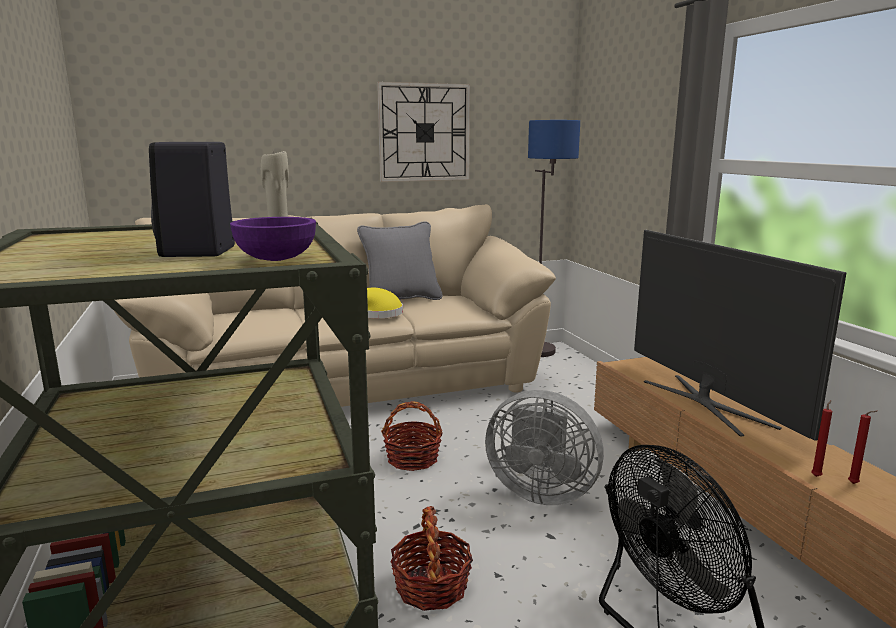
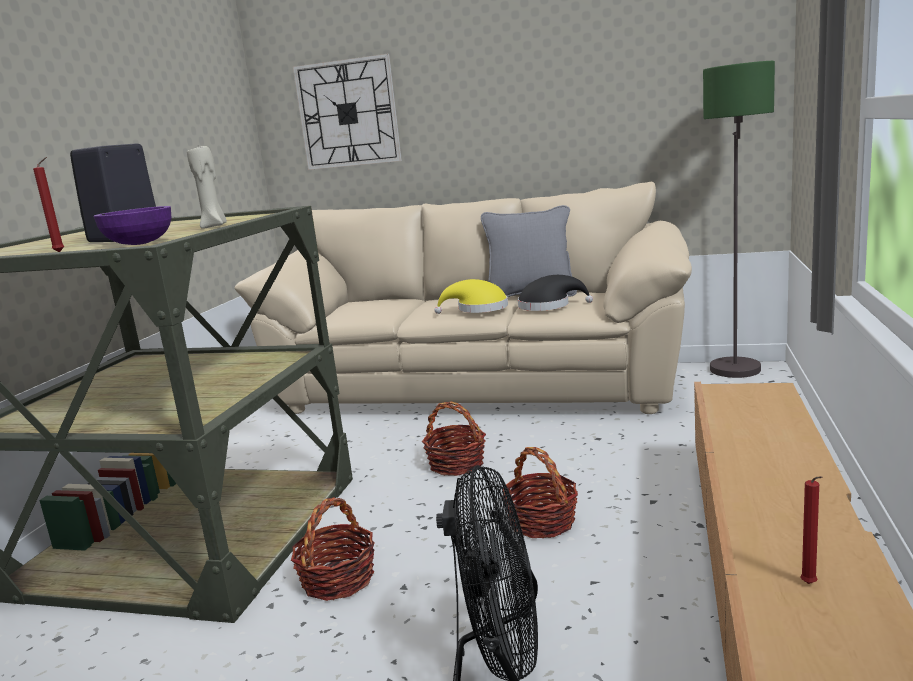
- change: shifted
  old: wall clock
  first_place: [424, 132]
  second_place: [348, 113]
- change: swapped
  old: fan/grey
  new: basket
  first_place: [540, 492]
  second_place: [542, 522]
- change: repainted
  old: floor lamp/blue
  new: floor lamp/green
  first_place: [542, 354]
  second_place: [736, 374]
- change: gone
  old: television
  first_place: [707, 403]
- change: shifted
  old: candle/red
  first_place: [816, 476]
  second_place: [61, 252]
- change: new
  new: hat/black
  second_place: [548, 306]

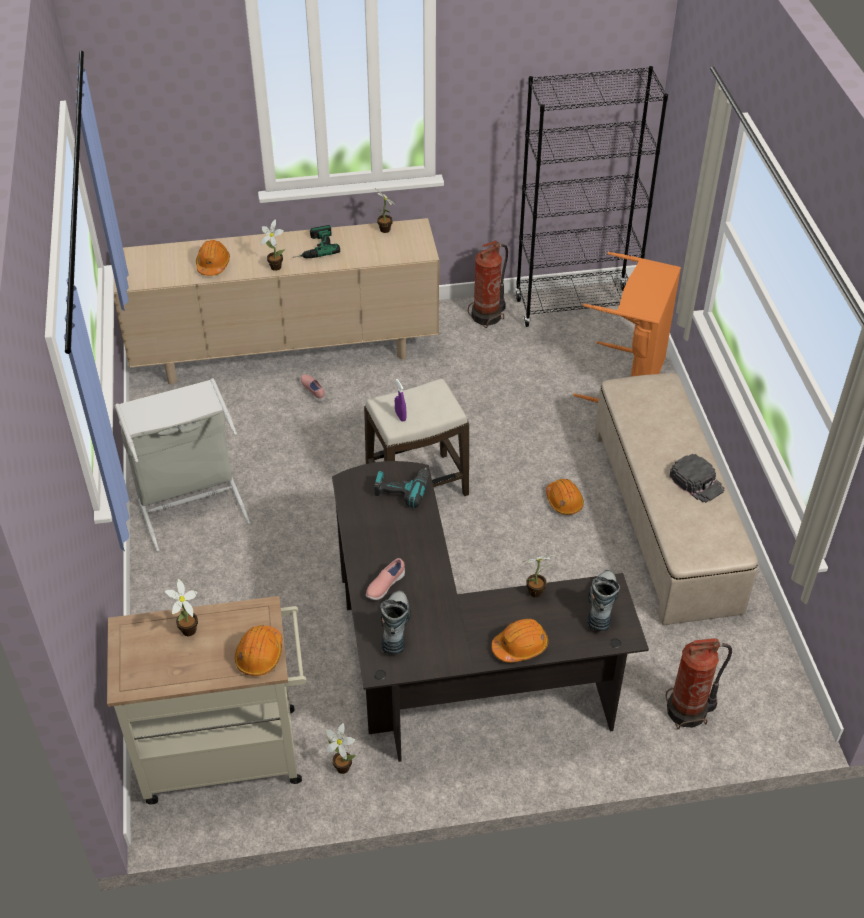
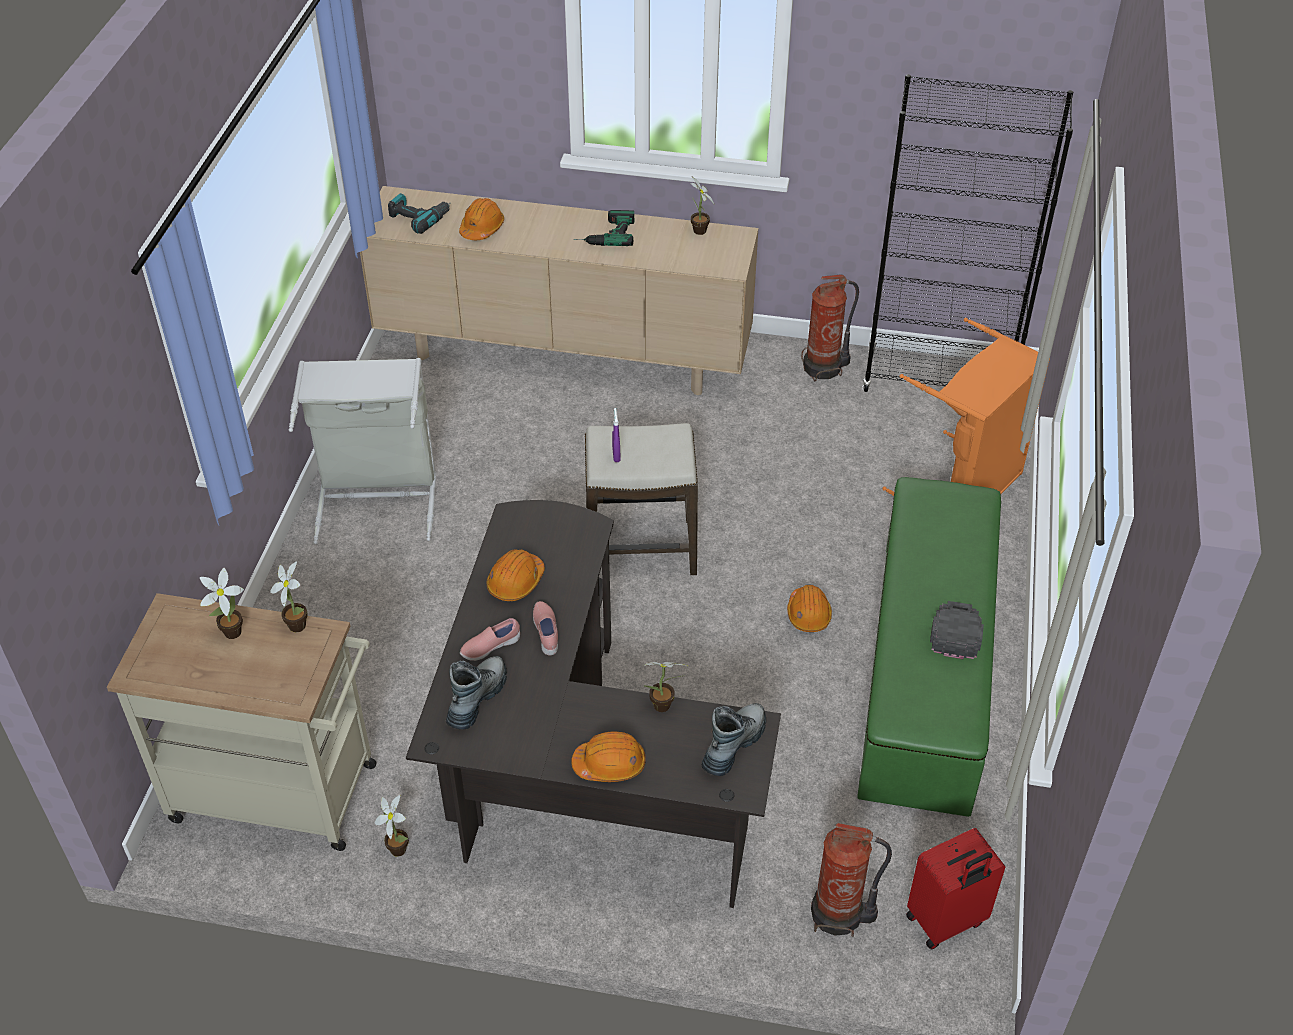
- change: shifted
  old: hard hat/orange
  first_place: [259, 655]
  second_place: [516, 582]
- change: shifted
  old: potted plant
  first_place: [275, 266]
  second_place: [297, 623]
- change: shifted
  old: shoe/pink
  first_place: [313, 391]
  second_place: [547, 633]
- change: shifted
  old: power drill
  first_place: [402, 489]
  second_place: [419, 217]
- change: repainted
  old: bench/beige
  new: bench/green
  first_place: [666, 518]
  second_place: [927, 669]
- change: rotated
  old: cap/black
  first_place: [697, 482]
  second_place: [955, 631]
  degrees: -150
- change: new
  new: suitcase/red
  second_place: [946, 921]

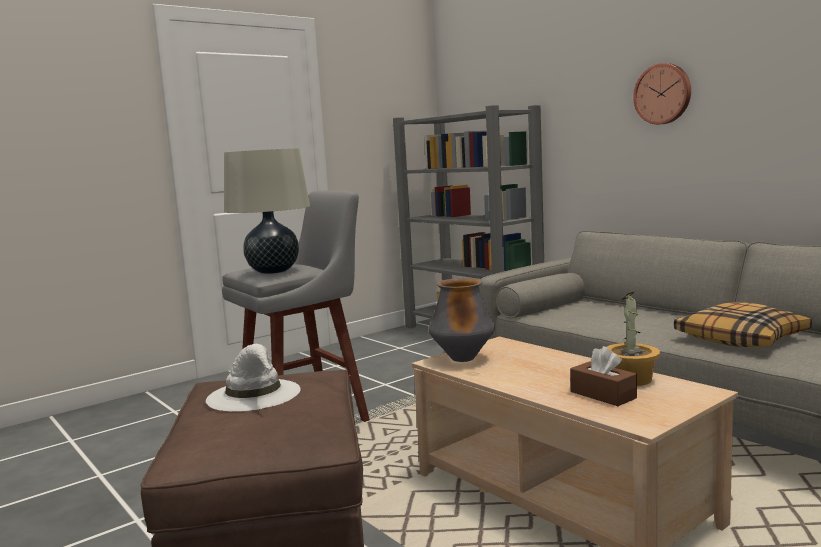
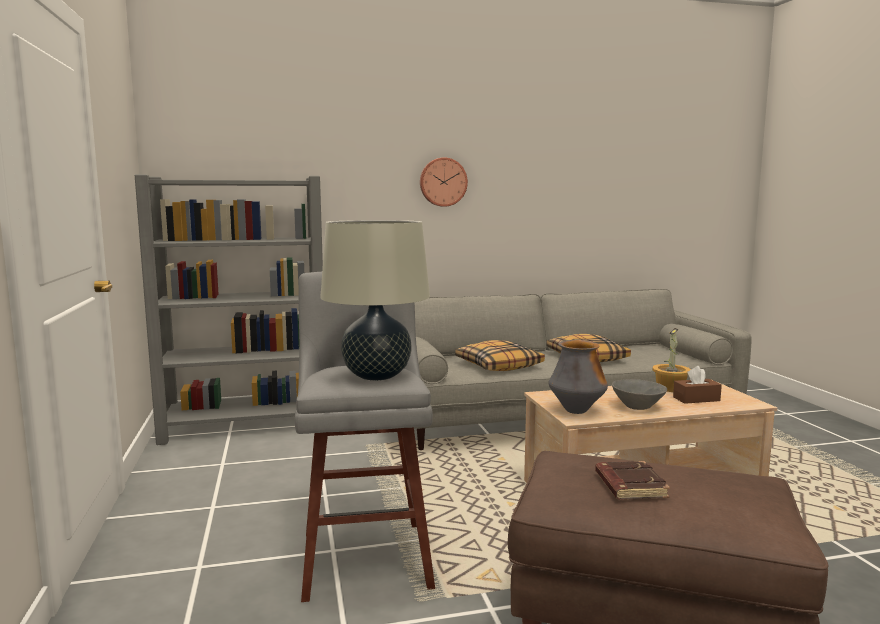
- change: swapped
  old: hat/white
  new: book/brown
  first_place: [254, 395]
  second_place: [629, 485]
- change: new
  new: pillow
  second_place: [498, 365]
- change: new
  new: bowl/grey
  second_place: [638, 407]

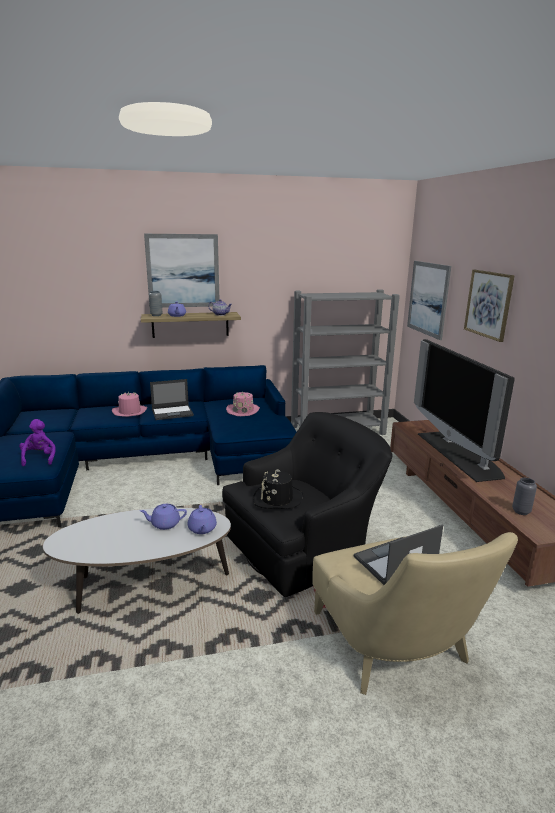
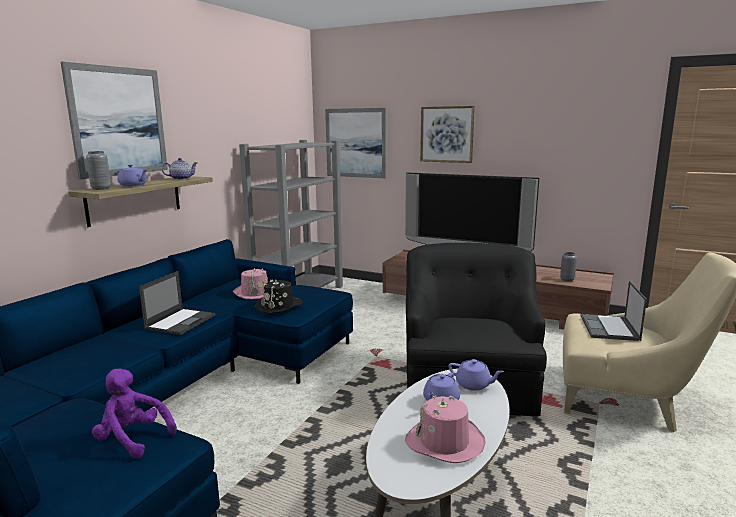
- change: shifted
  old: hat/pink
  first_place: [129, 412]
  second_place: [445, 442]
- change: shifted
  old: hat/black
  first_place: [277, 499]
  second_place: [279, 305]

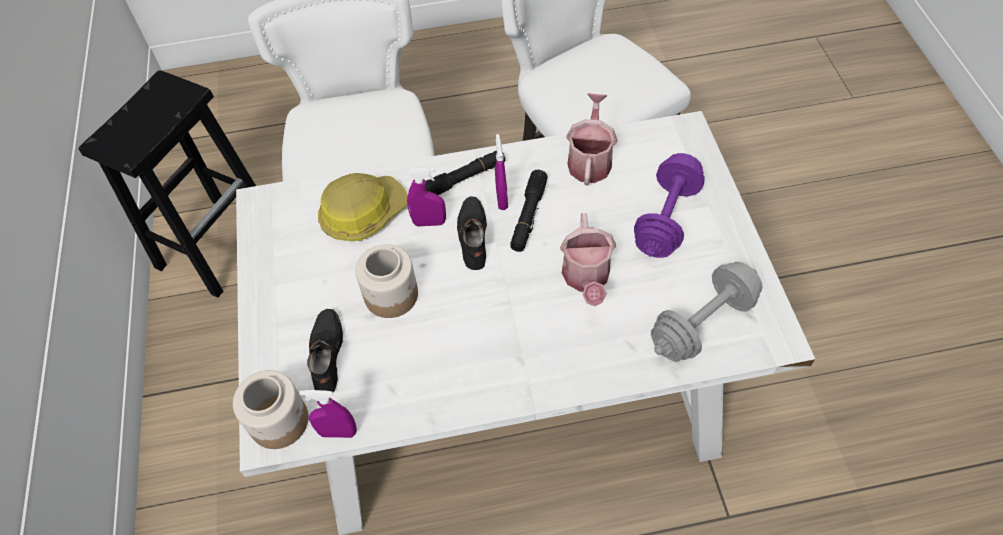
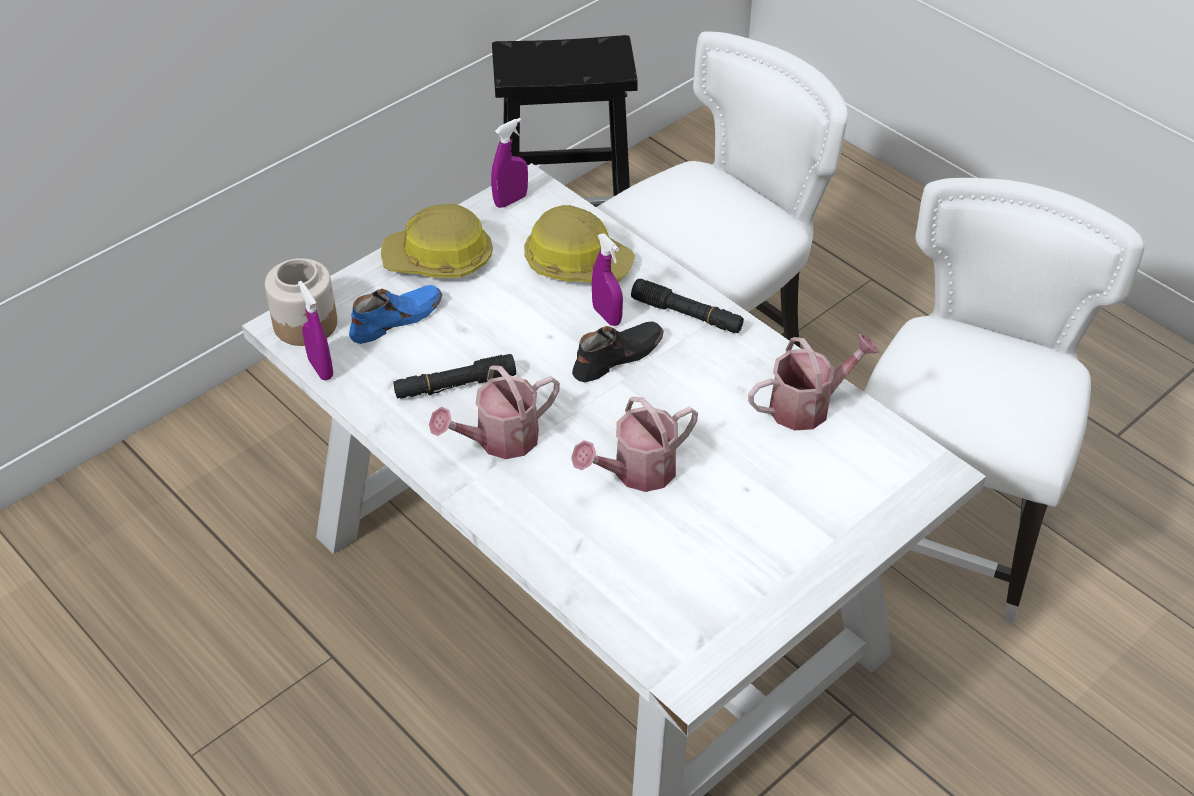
- change: repainted
  old: shoe/black
  new: shoe/blue
  first_place: [326, 354]
  second_place: [395, 319]
- change: gone
  old: jar
  first_place: [392, 295]
- change: shifted
  old: spray bottle/purple
  first_place: [502, 199]
  second_place: [511, 200]
- change: shifted
  old: flashlight/black
  first_place: [528, 216]
  second_place: [455, 385]
- change: gone
  old: dumbbell/purple
  first_place: [666, 219]
- change: gone
  old: dumbbell/grey
  first_place: [702, 323]
- change: new
  new: hard hat
  second_place: [439, 259]
- change: new
  new: watering can
  second_place: [499, 440]

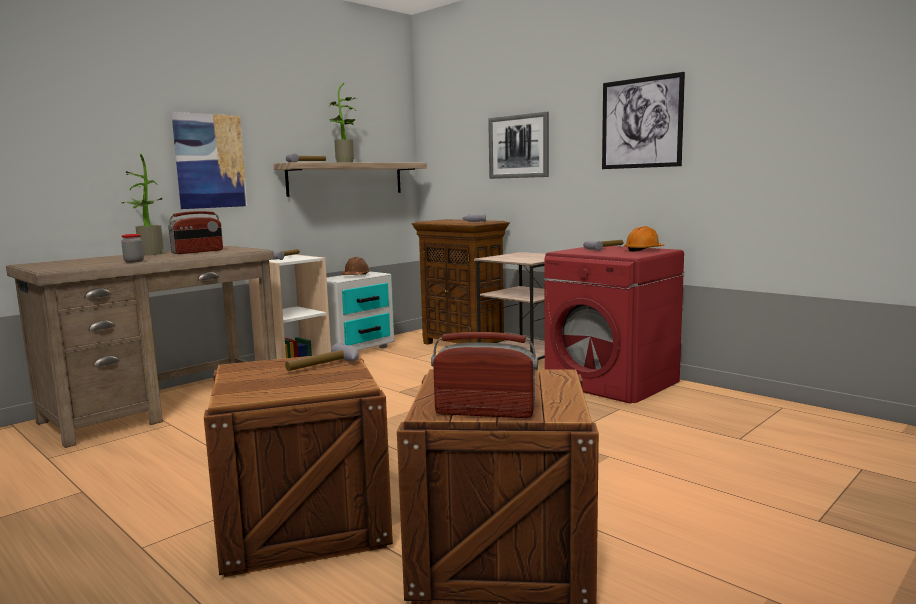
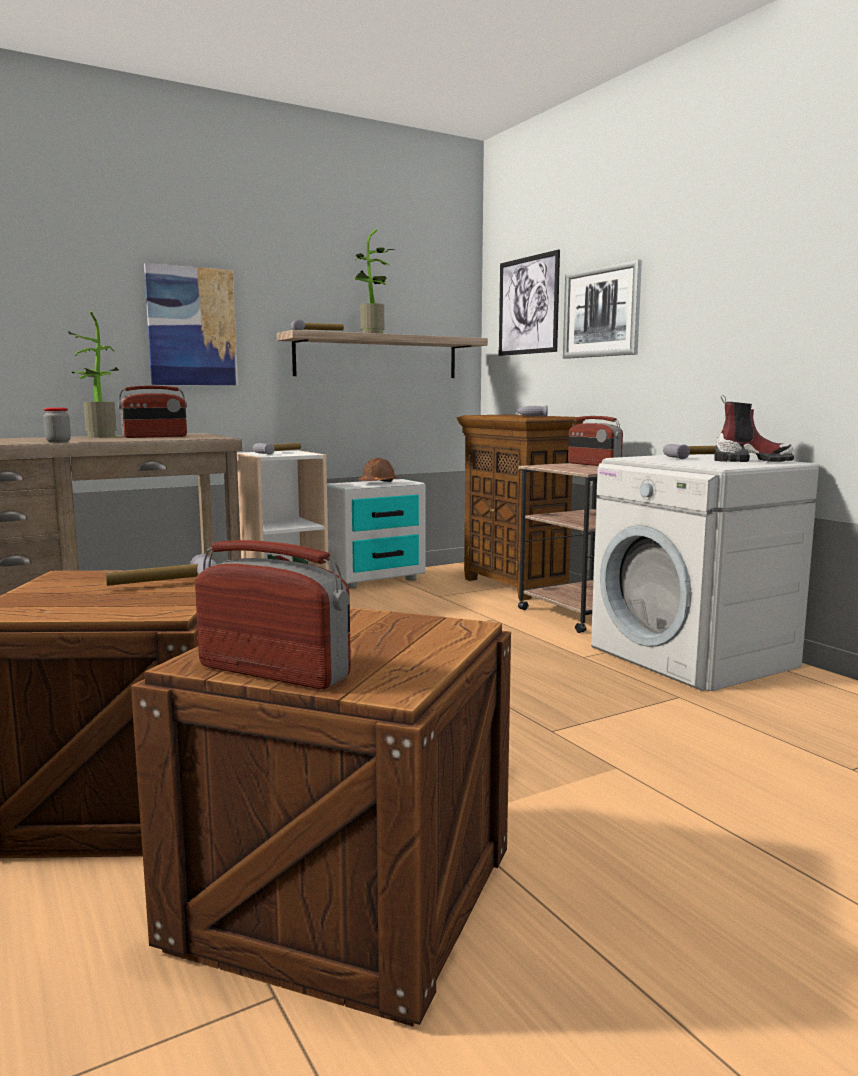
- change: repainted
  old: washing machine/red
  new: washing machine/white
  first_place: [610, 383]
  second_place: [689, 657]
- change: shifted
  old: picture
  first_place: [641, 123]
  second_place: [528, 305]
- change: swapped
  old: hard hat/orange
  new: boot
  first_place: [643, 250]
  second_place: [752, 461]
- change: new
  new: radio
  second_place: [593, 464]

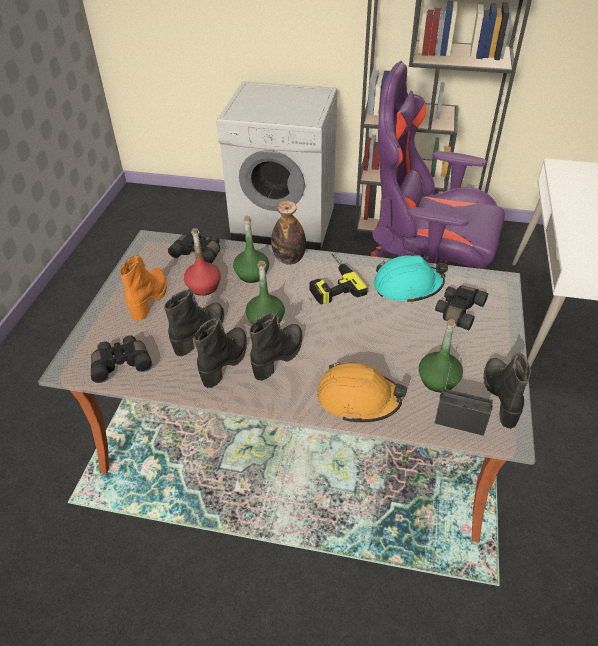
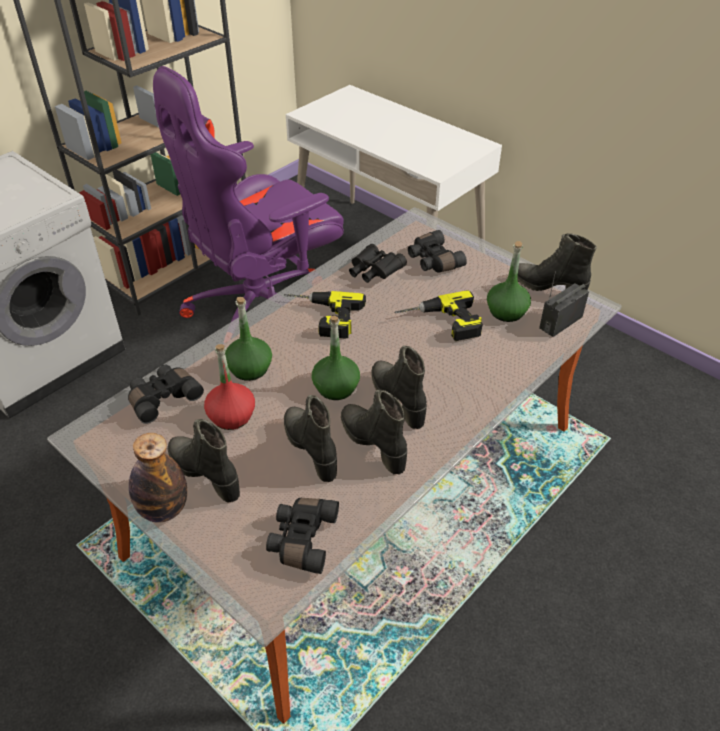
- change: repainted
  old: boot/orange
  new: boot/black
  first_place: [150, 298]
  second_place: [205, 473]
- change: shifted
  old: bottle
  first_place: [289, 259]
  second_place: [163, 509]
- change: gone
  old: hard hat/orange
  first_place: [358, 399]
- change: swapped
  old: hard hat/turquoise
  new: binoculars/black
  first_place: [407, 286]
  second_place: [374, 273]
- change: new
  new: power drill
  second_place: [440, 324]

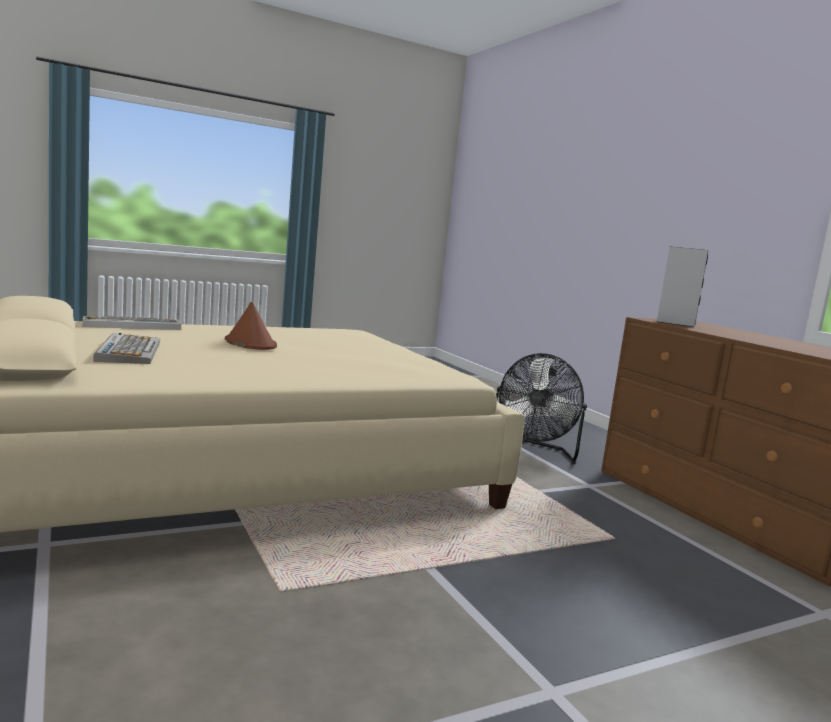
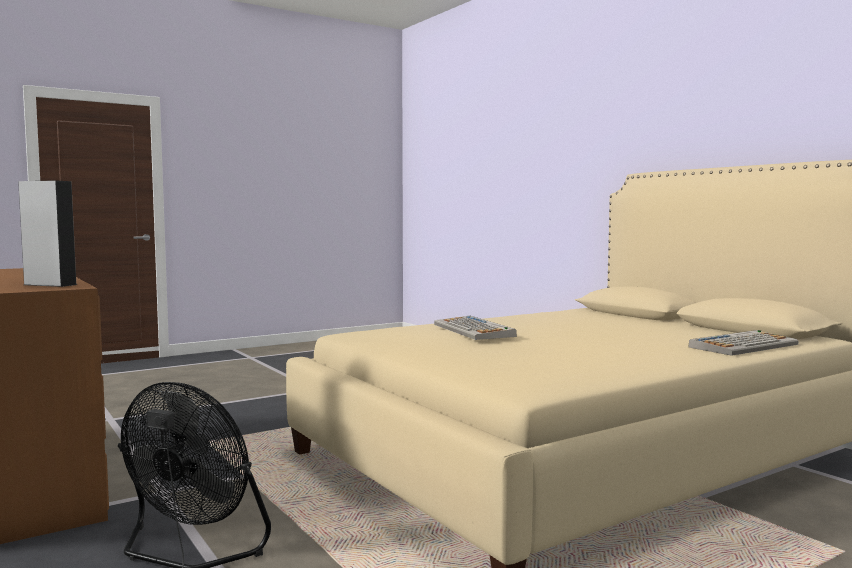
- change: shifted
  old: keyboard
  first_place: [128, 351]
  second_place: [474, 330]
- change: gone
  old: hat/brown
  first_place: [250, 343]

